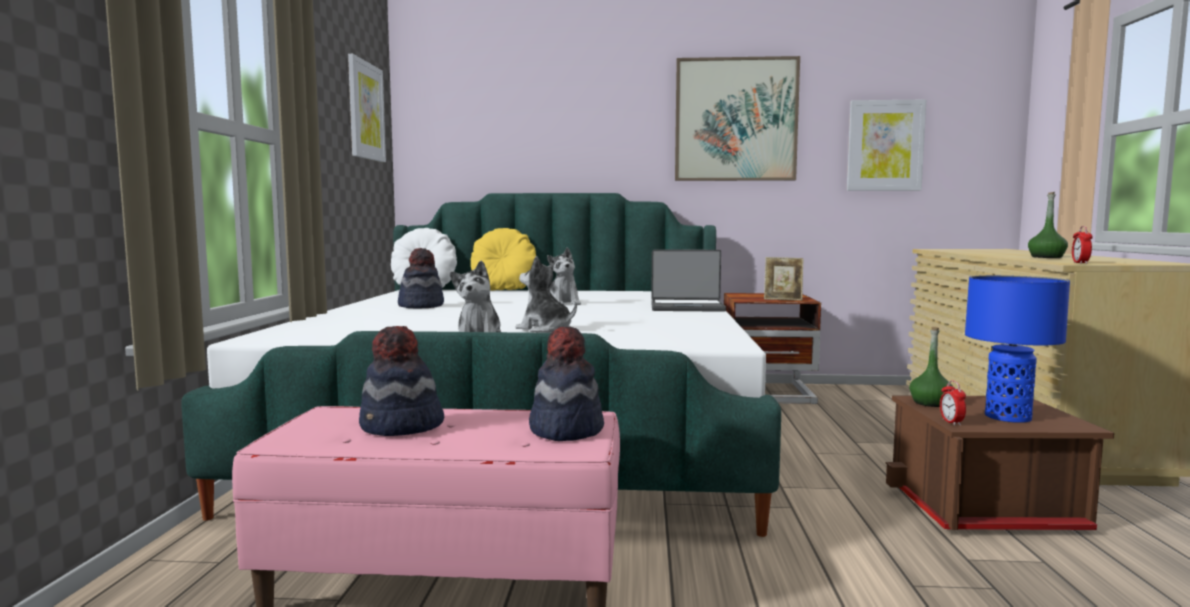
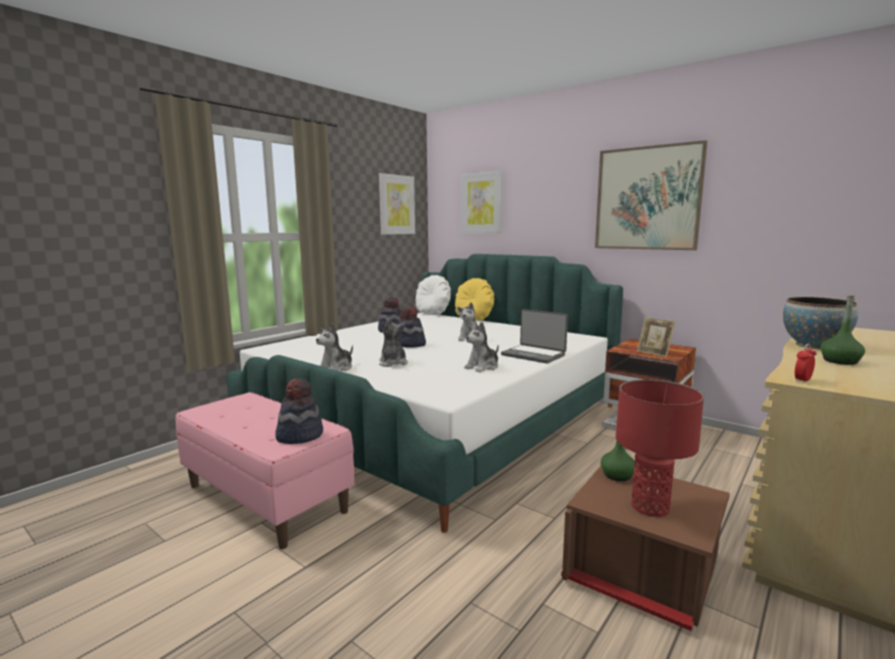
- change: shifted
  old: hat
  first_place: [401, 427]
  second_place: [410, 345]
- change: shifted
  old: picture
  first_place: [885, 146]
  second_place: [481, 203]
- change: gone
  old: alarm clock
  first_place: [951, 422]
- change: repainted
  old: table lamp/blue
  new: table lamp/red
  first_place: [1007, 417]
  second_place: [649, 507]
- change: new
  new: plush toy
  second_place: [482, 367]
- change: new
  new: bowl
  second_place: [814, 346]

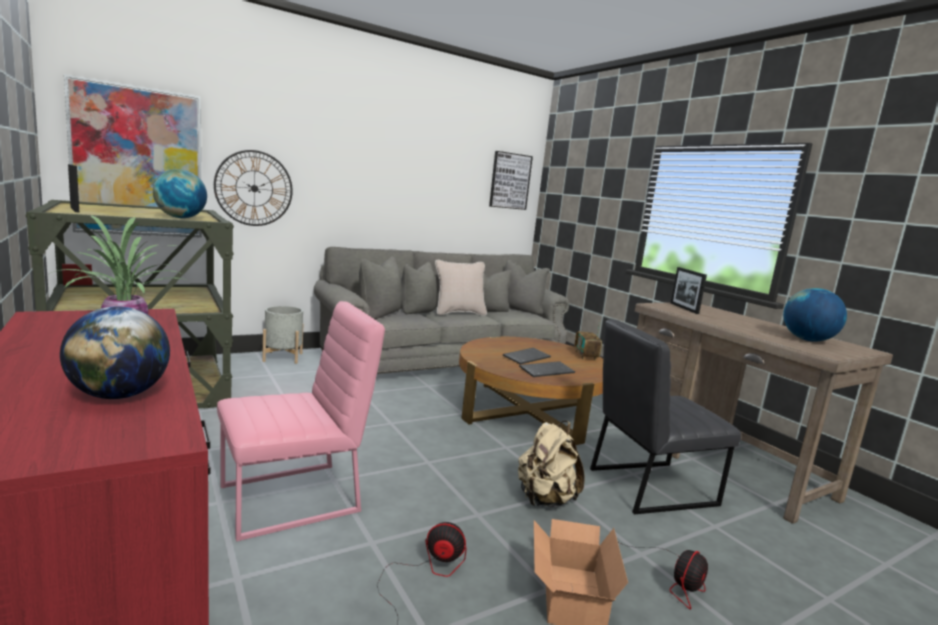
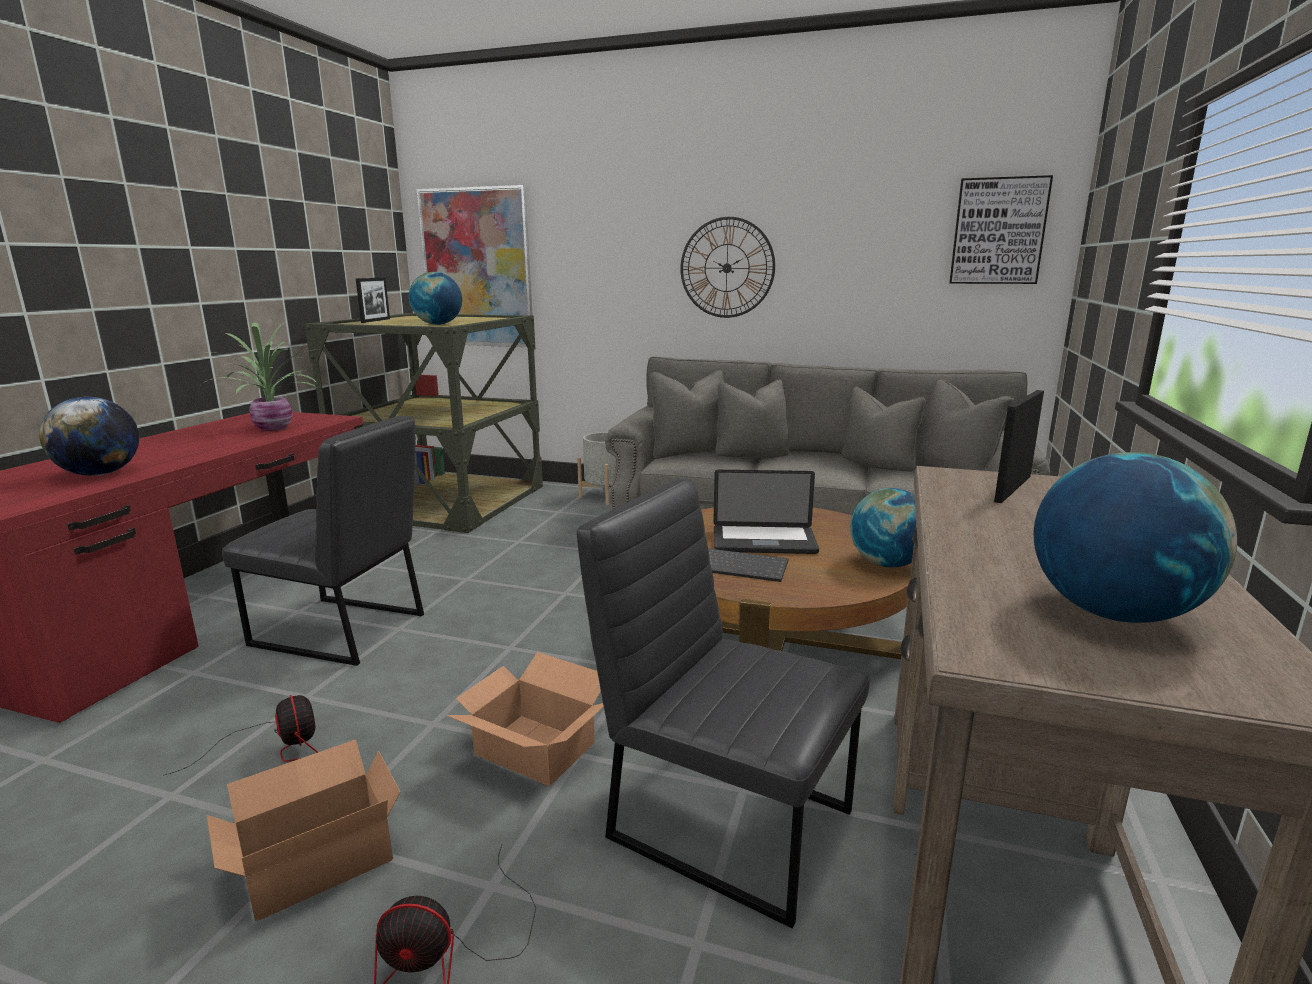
- change: shifted
  old: wall clock
  first_place: [254, 188]
  second_place: [727, 268]
- change: repainted
  old: chair/pink
  new: chair/grey
  first_place: [294, 498]
  second_place: [342, 630]
- change: gone
  old: pillow/beige
  first_place: [458, 313]
- change: swapped
  old: keyboard
  new: laptop
  first_place: [526, 357]
  second_place: [764, 542]
- change: swapped
  old: backpack/beige
  new: cardboard box
  first_place: [545, 500]
  second_place: [535, 750]
- change: swapped
  old: radio
  new: globe
  first_place: [585, 356]
  second_place: [887, 564]

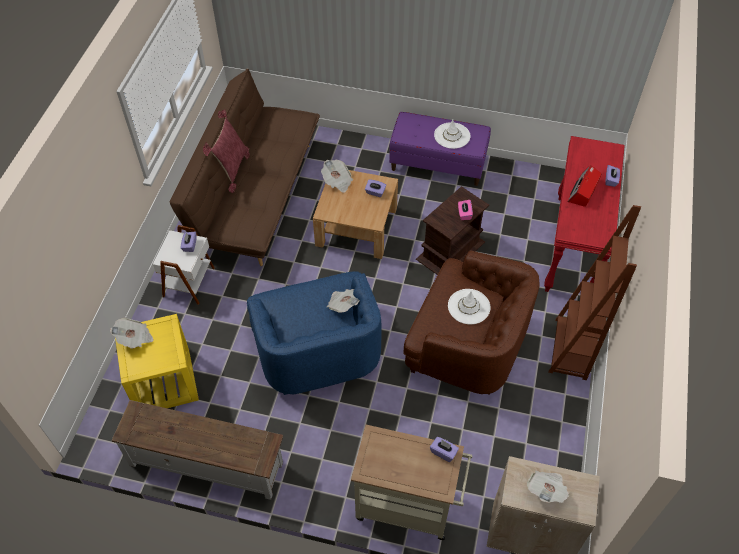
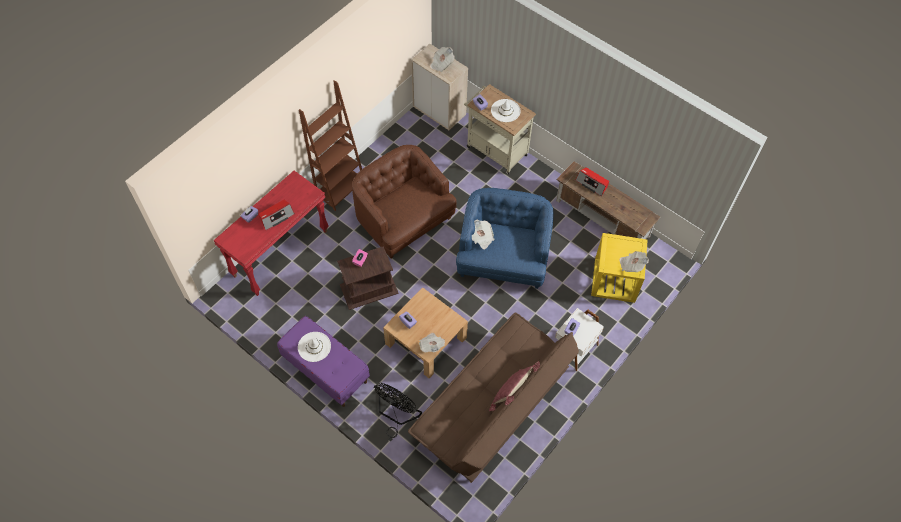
- change: shifted
  old: hat/white
  first_place: [468, 306]
  second_place: [505, 111]
- change: new
  new: fan/black
  second_place: [395, 413]
- change: new
  new: radio
  second_place: [592, 184]

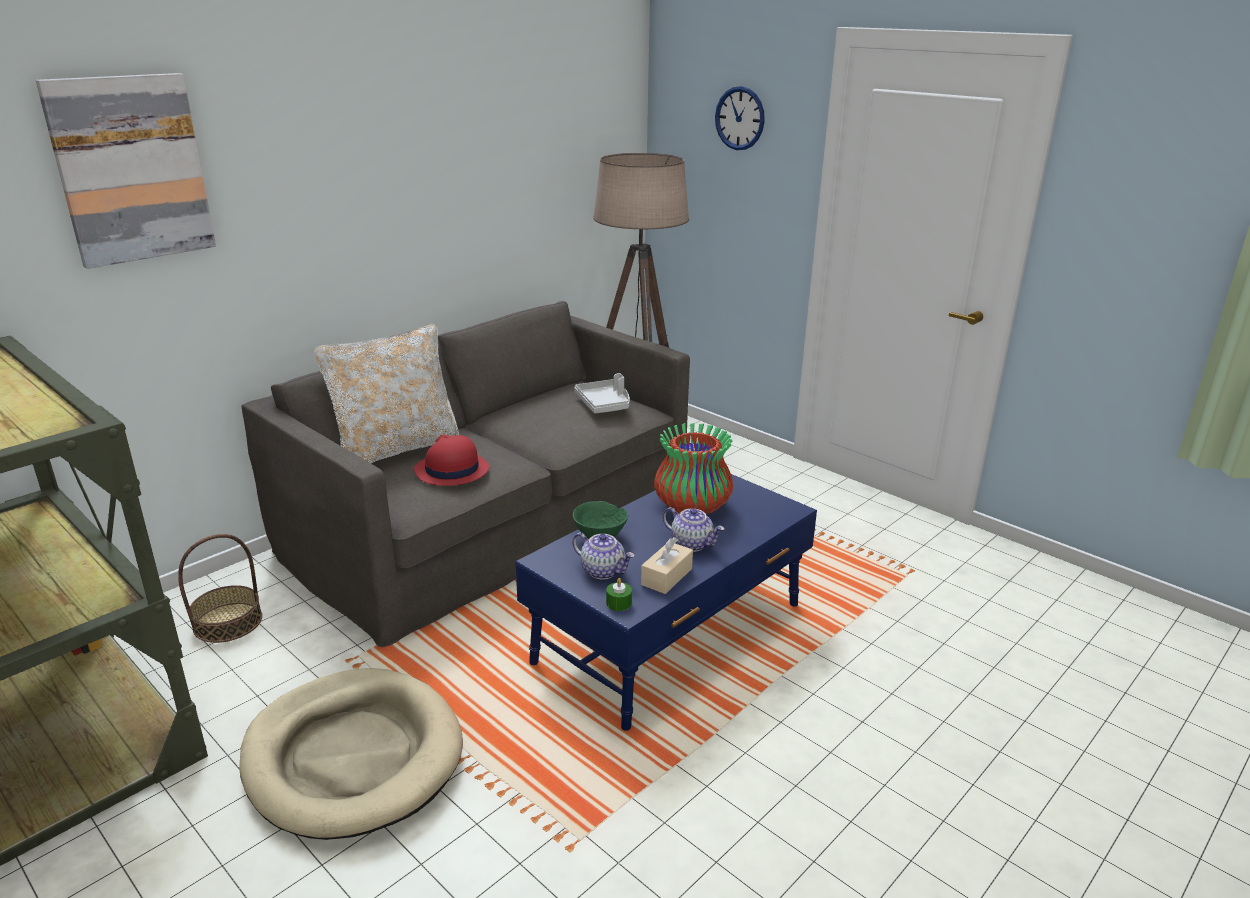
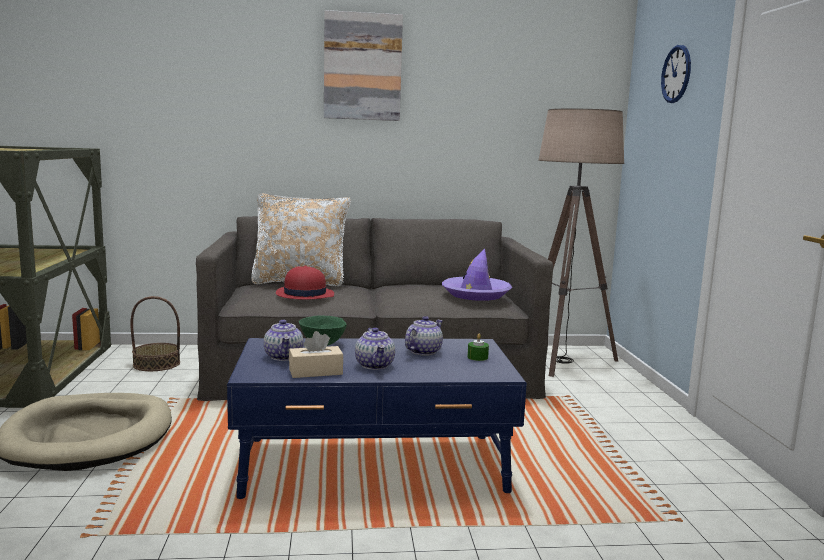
- change: shifted
  old: picture
  first_place: [131, 169]
  second_place: [362, 67]
- change: swapped
  old: tray/grey
  new: hat/purple
  first_place: [604, 404]
  second_place: [476, 294]
- change: shifted
  old: candle/green
  first_place: [619, 603]
  second_place: [477, 357]
- change: swapped
  old: vase
  new: teapot
  first_place: [692, 507]
  second_place: [423, 351]

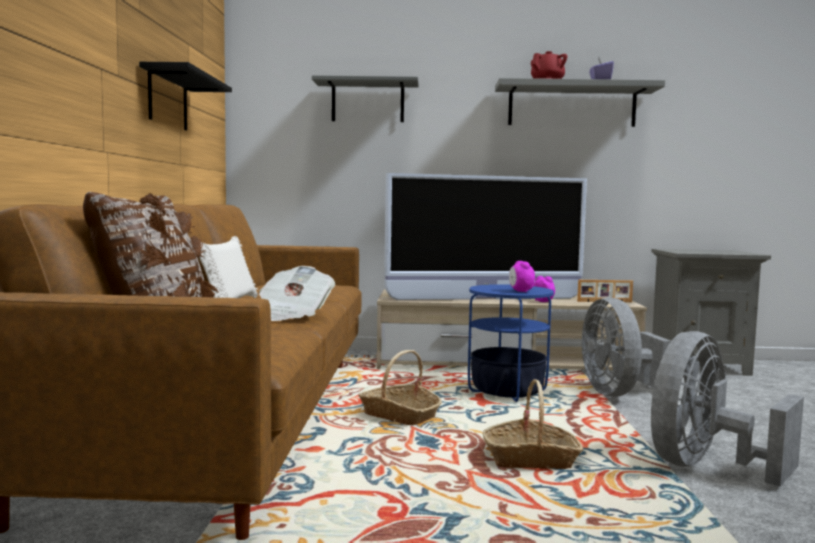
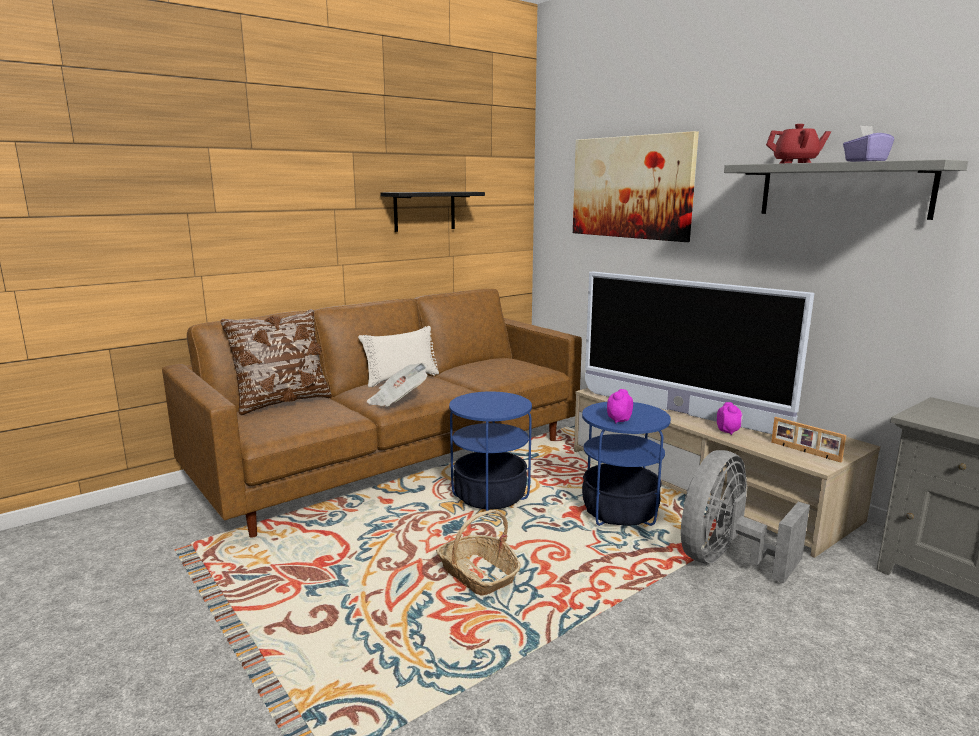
- change: swapped
  old: shelf/grey
  new: picture
  first_place: [368, 102]
  second_place: [631, 187]
- change: swapped
  old: basket
  new: side table/blue
  first_place: [400, 416]
  second_place: [490, 499]
- change: gone
  old: fan/grey
  first_place: [705, 466]

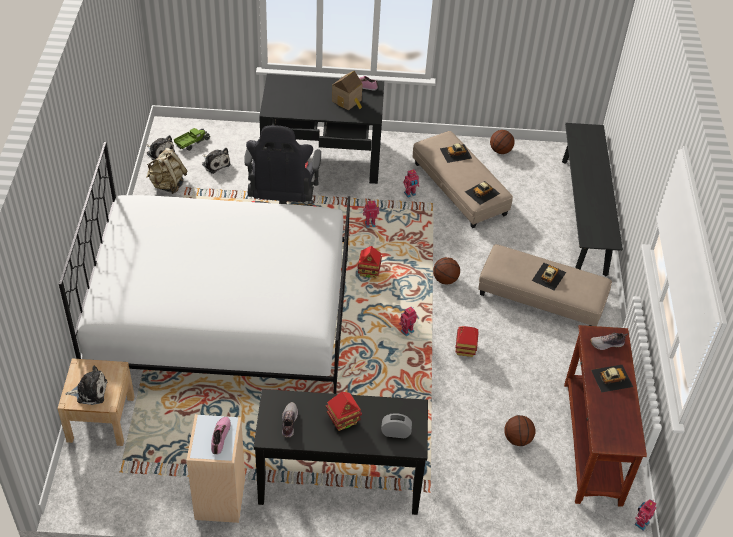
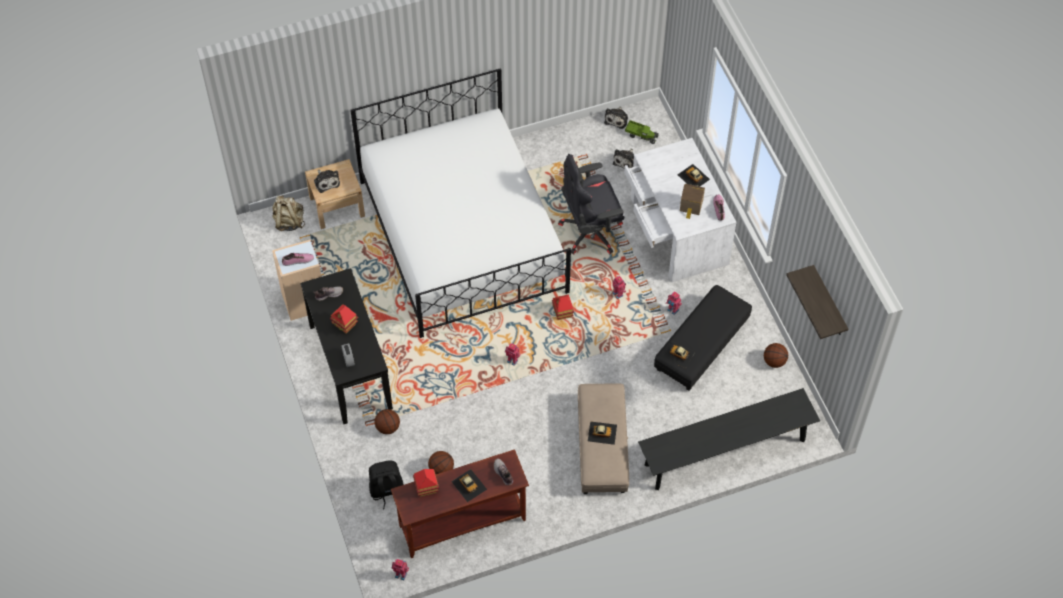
- change: shifted
  old: backpack/beige
  first_place: [168, 185]
  second_place: [289, 222]
- change: repainted
  old: desk/black
  new: desk/white
  first_place: [322, 163]
  second_place: [673, 233]
- change: repainted
  old: ottoman/beige
  new: ottoman/black
  first_place: [459, 189]
  second_place: [701, 345]
- change: shifted
  old: basketball
  first_place: [445, 279]
  second_place: [388, 427]
- change: shifted
  old: toy car
  first_place: [456, 153]
  second_place: [693, 177]
- change: shifted
  old: toy house
  first_place: [465, 349]
  second_place: [426, 488]
- change: new
  new: backpack/black
  second_place: [387, 491]
- change: new
  new: shelf
  second_place: [829, 303]

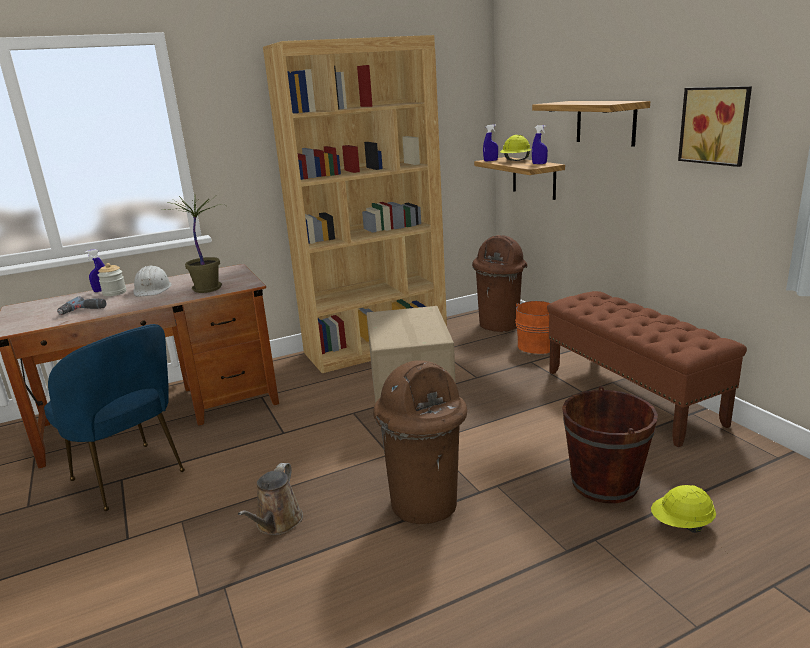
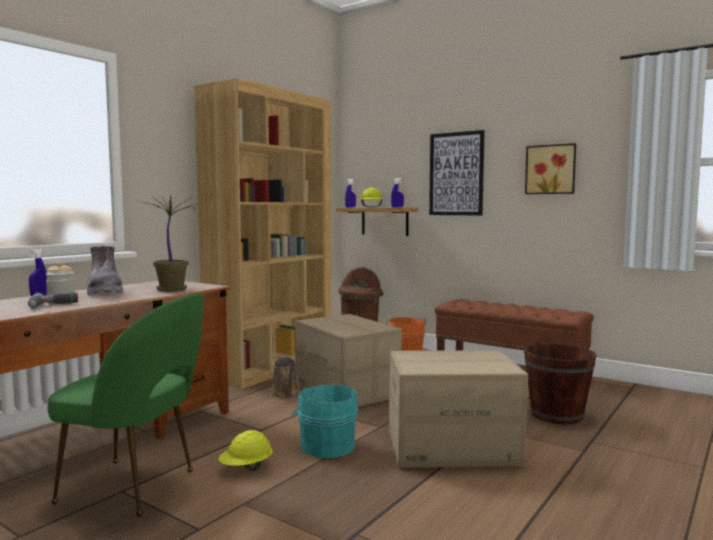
- change: repainted
  old: chair/blue
  new: chair/green
  first_place: [131, 479]
  second_place: [136, 488]
- change: swapped
  old: hard hat/white
  new: boot/grey
  first_place: [152, 289]
  second_place: [105, 292]
- change: shifted
  old: watering can/brown
  first_place: [277, 523]
  second_place: [286, 394]
- change: swapped
  old: trash can/brown
  new: cardboard box
  first_place: [425, 503]
  second_place: [452, 447]
- change: swapped
  old: shelf
  new: picture
  first_place: [605, 122]
  second_place: [456, 174]
- change: shifted
  old: hard hat/yellow
  first_place: [681, 524]
  second_place: [246, 468]
- change: new
  new: bucket/turquoise
  second_place: [326, 446]

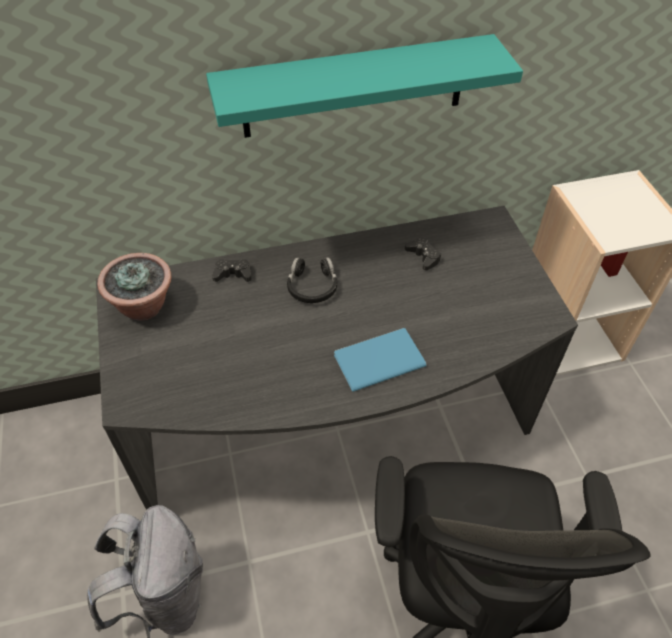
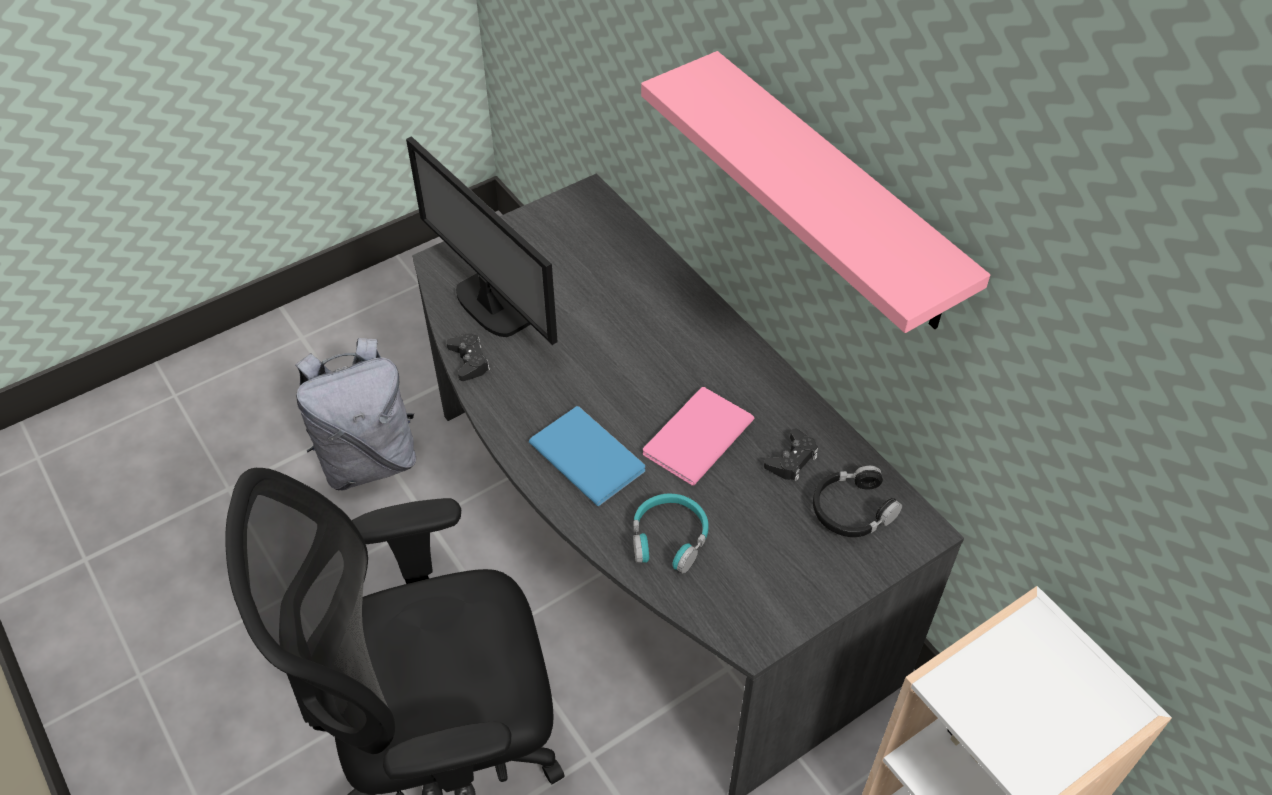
- change: gone
  old: potted plant
  first_place: [144, 306]
- change: repainted
  old: shelf/turquoise
  new: shelf/pink
  first_place: [354, 87]
  second_place: [835, 193]
- change: shifted
  old: game controller/black
  first_place: [233, 274]
  second_place: [469, 361]
- change: shifted
  old: headphones/black
  first_place: [312, 286]
  second_place: [852, 510]
- change: new
  new: monitor
  second_place: [490, 307]
- change: new
  new: headphones/turquoise
  second_place: [669, 538]
- change: new
  new: book/pink
  second_place: [694, 437]

